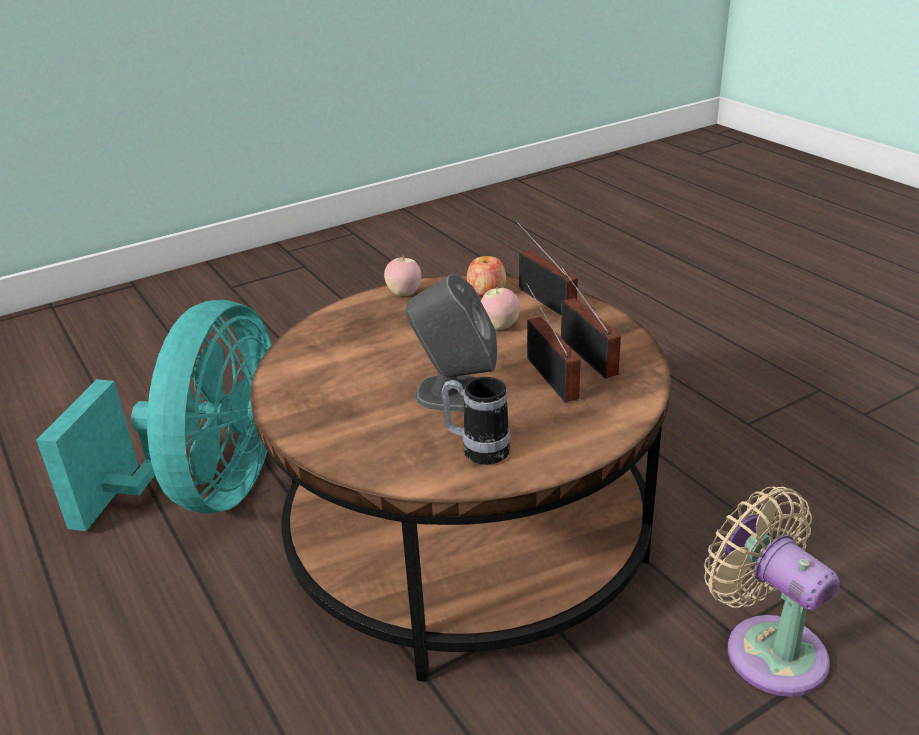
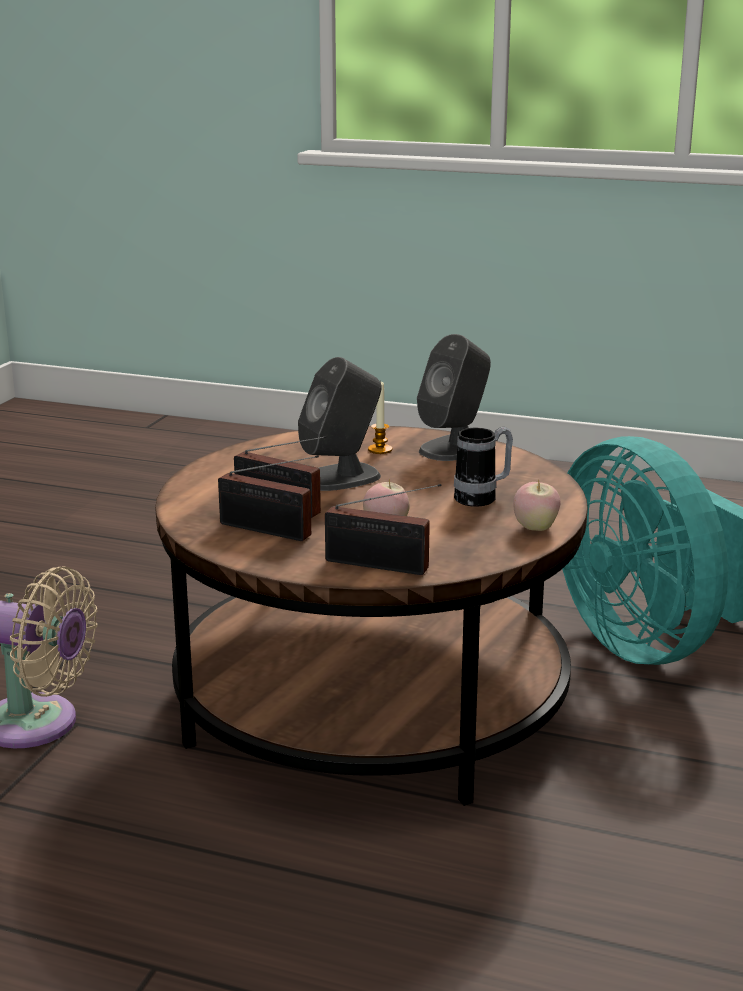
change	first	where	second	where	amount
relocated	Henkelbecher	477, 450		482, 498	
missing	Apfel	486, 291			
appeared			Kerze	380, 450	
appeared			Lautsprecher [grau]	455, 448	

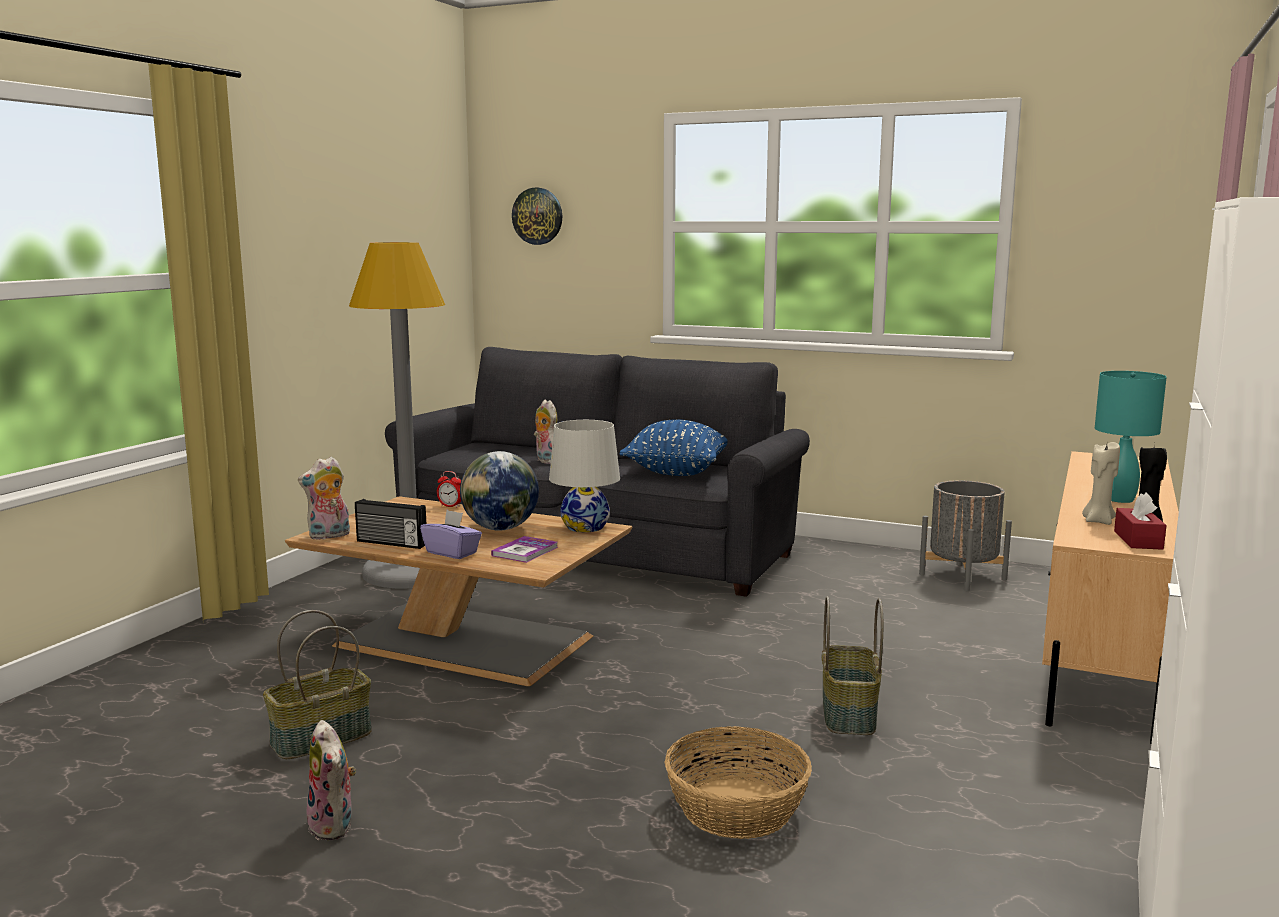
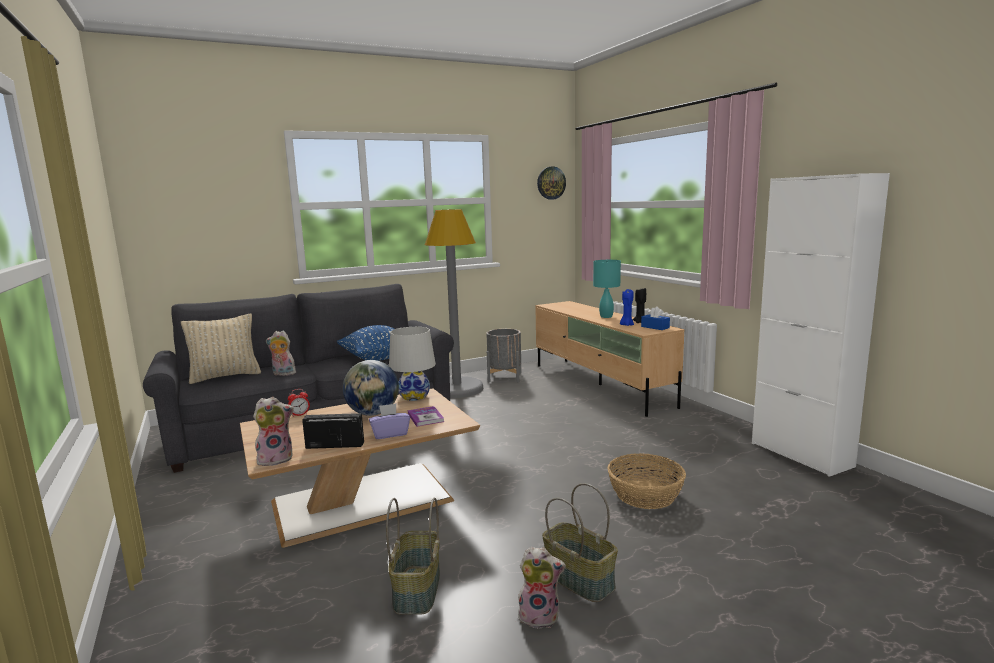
change	first	where	second	where	amount
spun	Plüschtier	329, 536		276, 459	120 degrees counterclockwise
relocated	Stehlampe [grau]	412, 572		457, 389	
spun	Radio	391, 543		335, 445	150 degrees counterclockwise
relocated	Wanduhr	537, 216		551, 183	
relocated	Korb	850, 714		580, 579	
colour	Kerze [beige]	1098, 521	Kerze [blau]	626, 325	
colour	Taschentuchbox [rot]	1138, 540	Taschentuchbox [blau]	655, 327	
appeared			Kissen [beige]	225, 376	

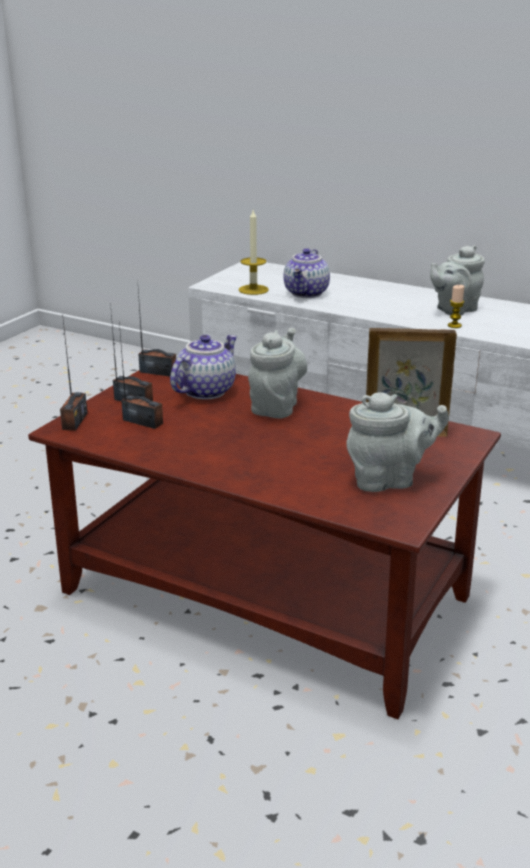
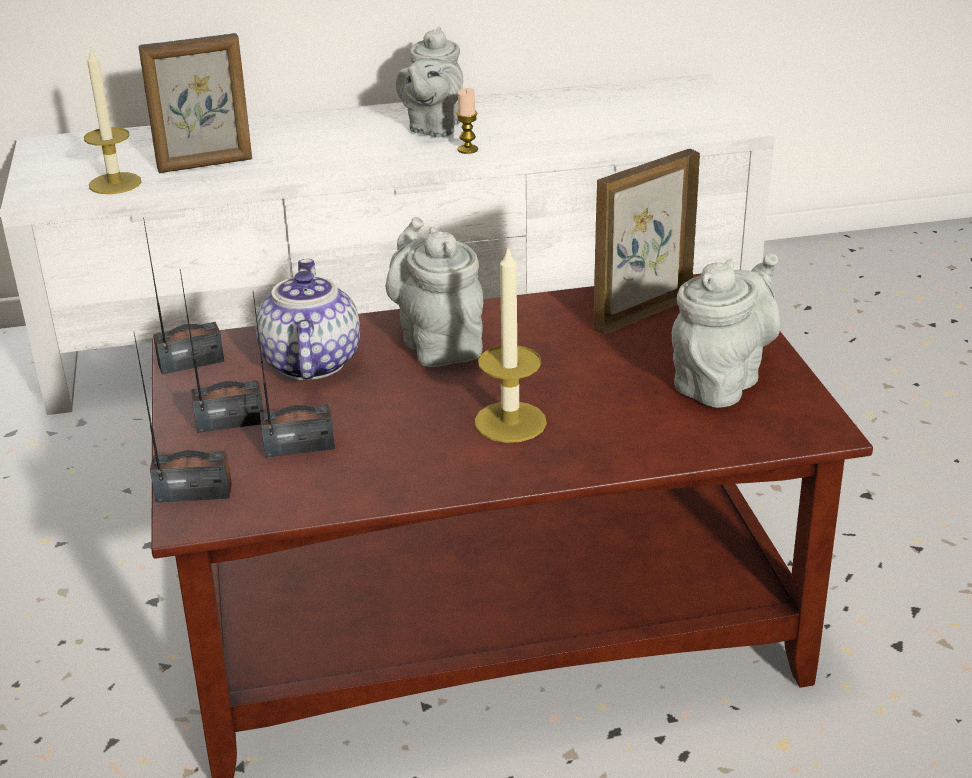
change	first	where	second	where	amount
spun	Radio	74, 421		194, 493	60 degrees counterclockwise
exchanged	Teekanne	307, 293	Bilderrahmen	205, 165	
appeared			Kerze	510, 422	

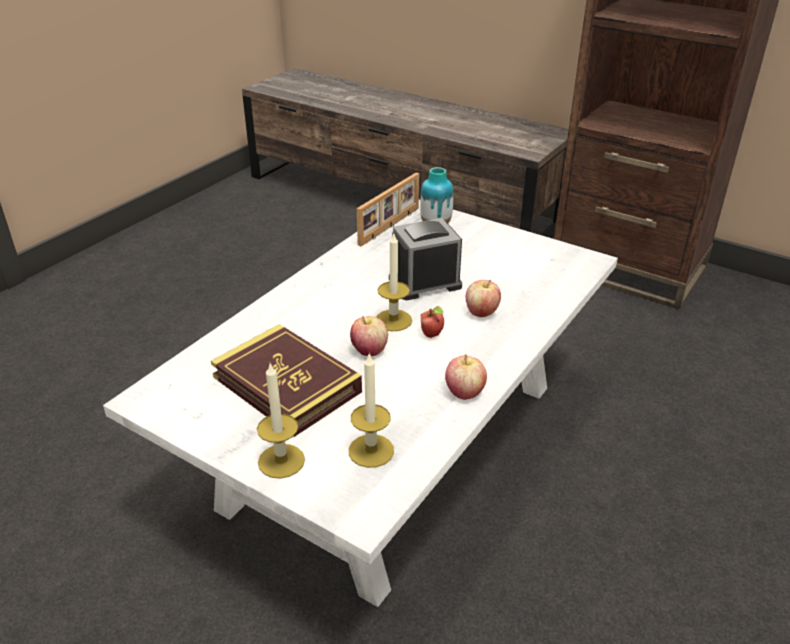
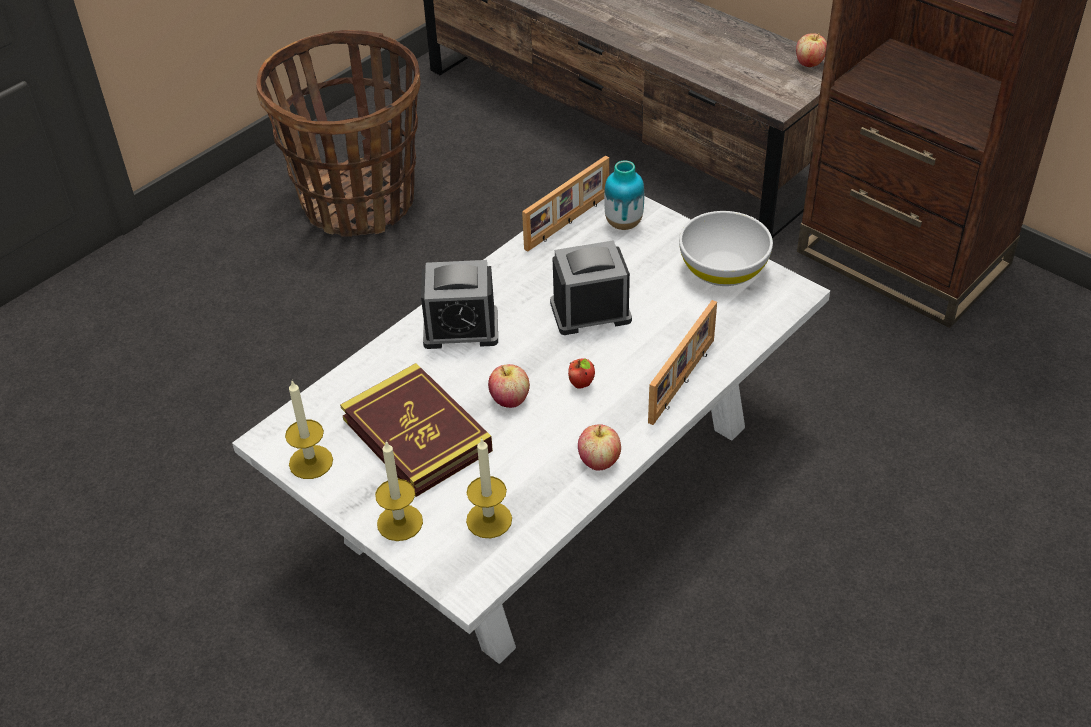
change	first	where	second	where	amount
relocated	Kerze	393, 320		311, 462	
relocated	Apfel	481, 312		809, 63	
appeared			Korb	359, 202	
appeared			Wecker	461, 328	
appeared			Bilderrahmen	683, 381	
appeared			Schüssel [weiß]	723, 269	

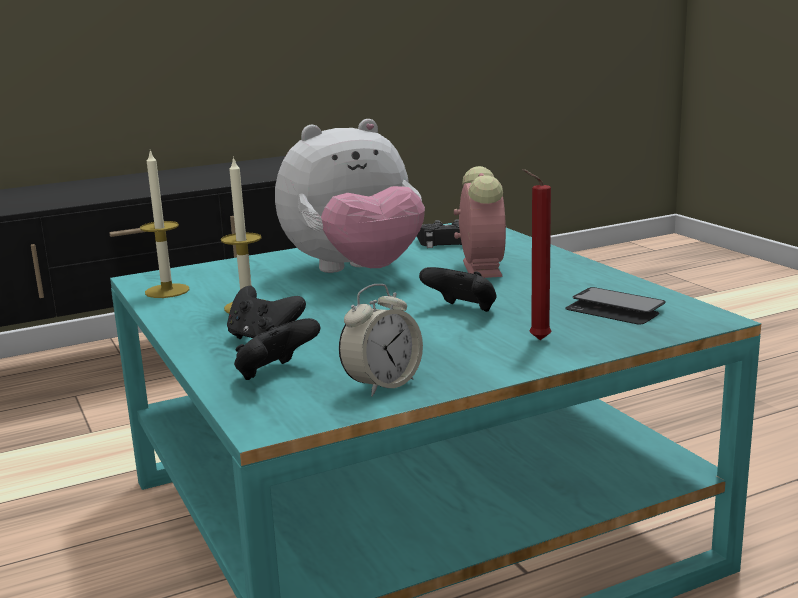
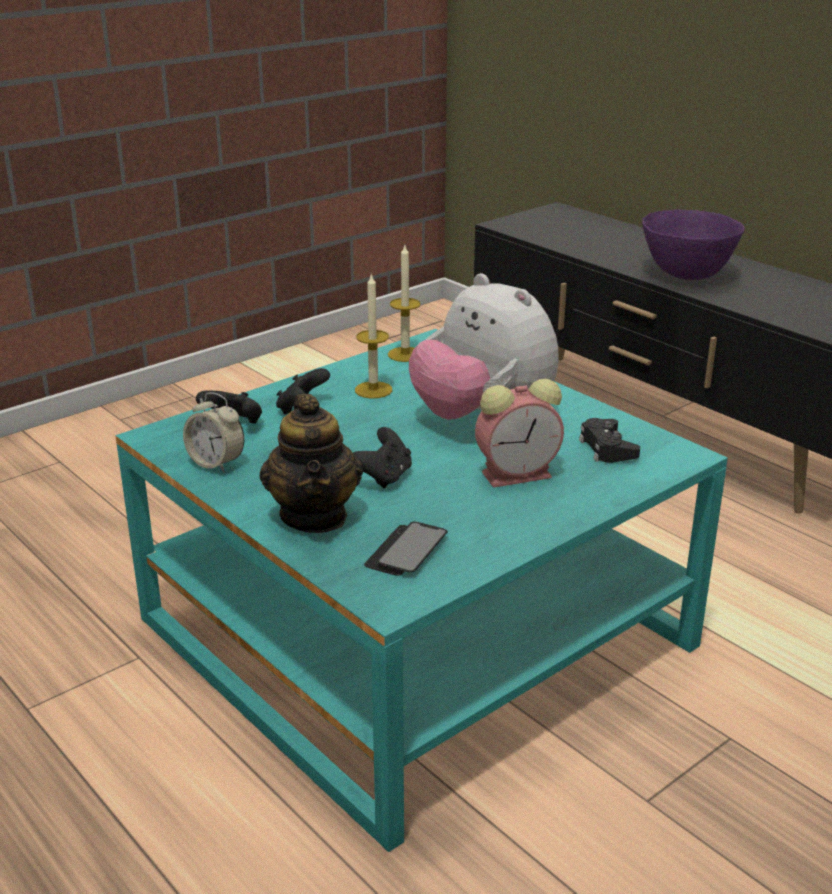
change	first	where	second	where	amount
exchanged	Kerze [rot]	536, 340	Teekanne	314, 516	
appeared			Schüssel [lila]	687, 275	

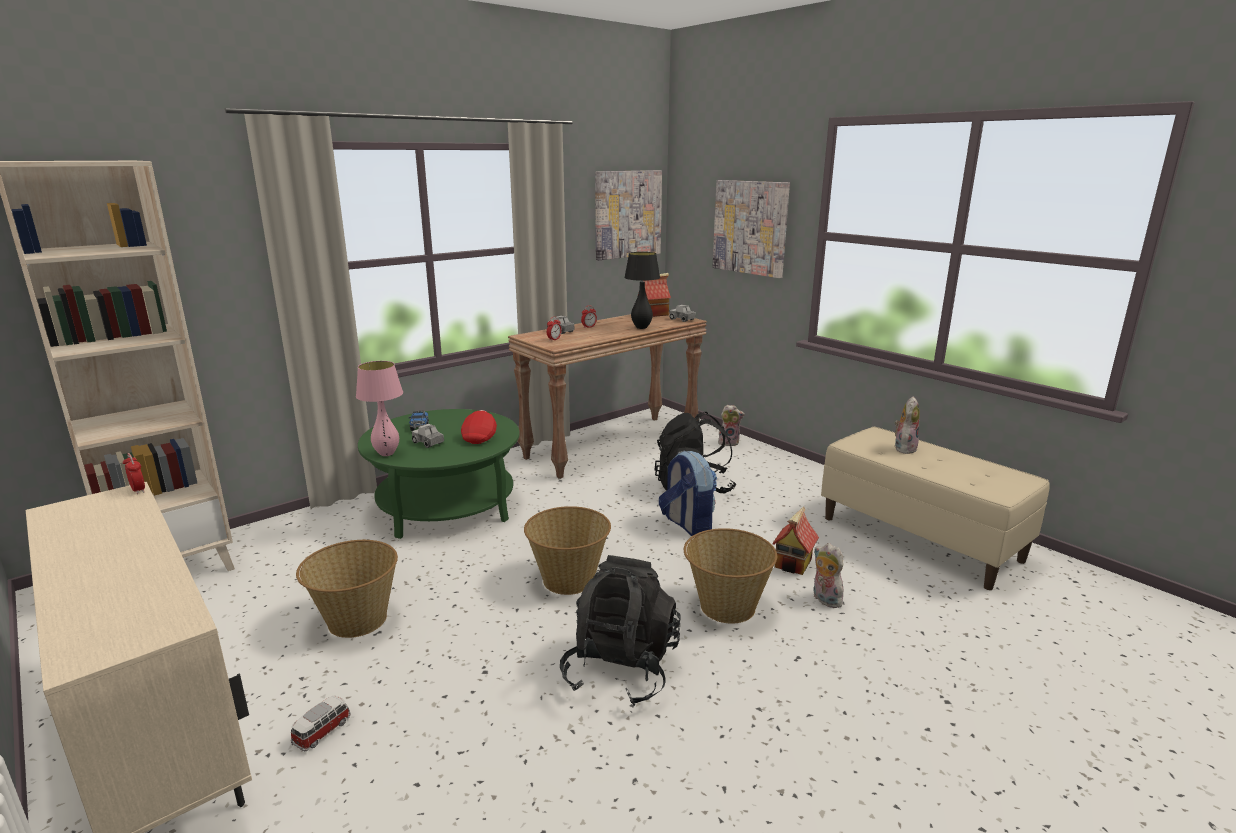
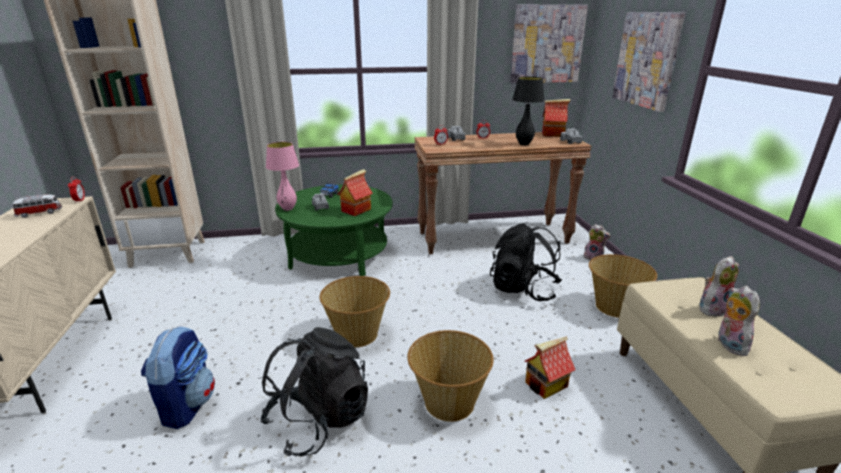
change	first	where	second	where	amount
relocated	Spielzeugauto	323, 731		40, 213	
relocated	Korb	356, 620		614, 307	
exchanged	Kappe [rot]	480, 437	Spielzeughaus	356, 210	
relocated	Rucksack	687, 524		187, 405	
relocated	Plüschtier	824, 599		728, 344	

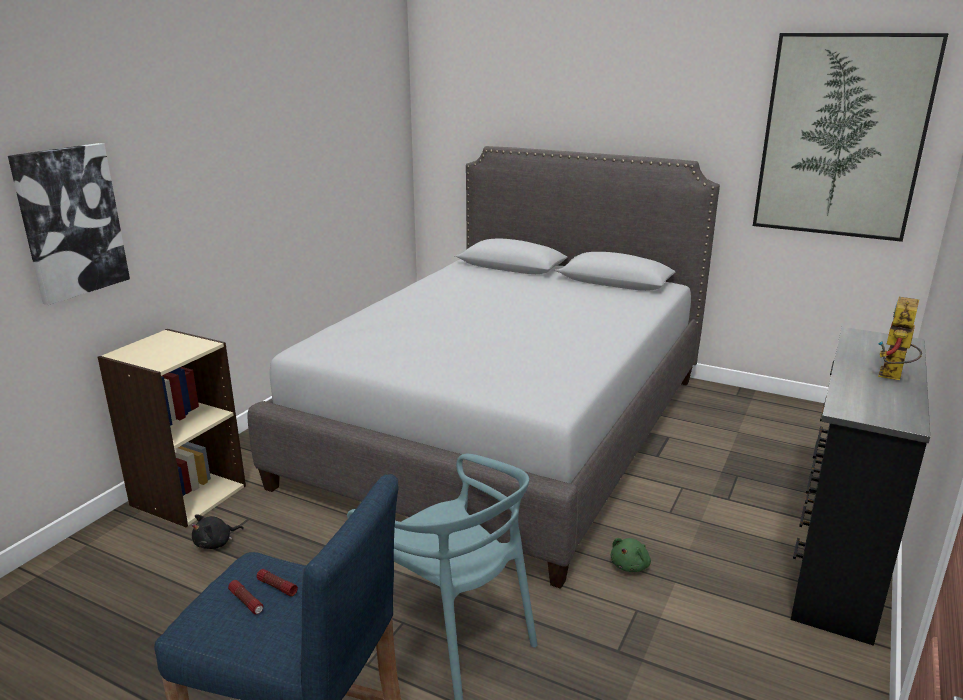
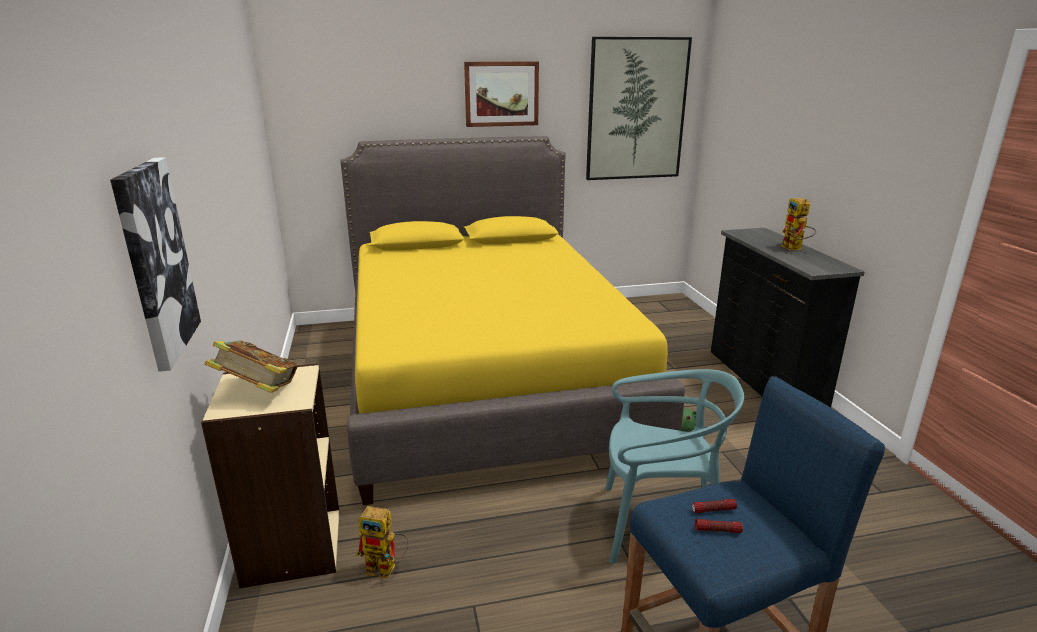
change	first	where	second	where	amount
exchanged	Plüschtier [schwarz]	215, 543	Spielzeugroboter	387, 568	
colour	Bett [grau]	506, 428	Bett [gelb]	486, 377	
appeared			Buch	258, 391	
appeared			Bild	501, 94	

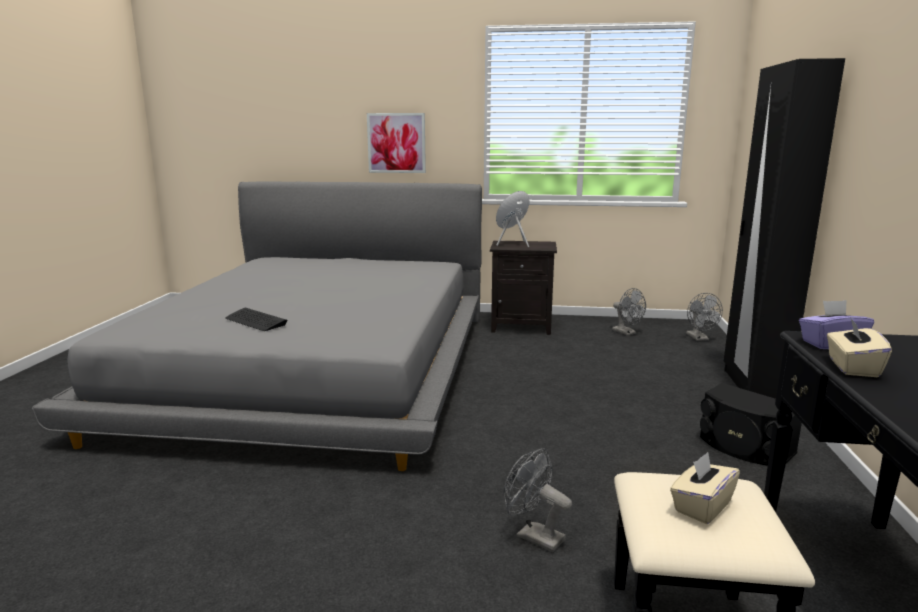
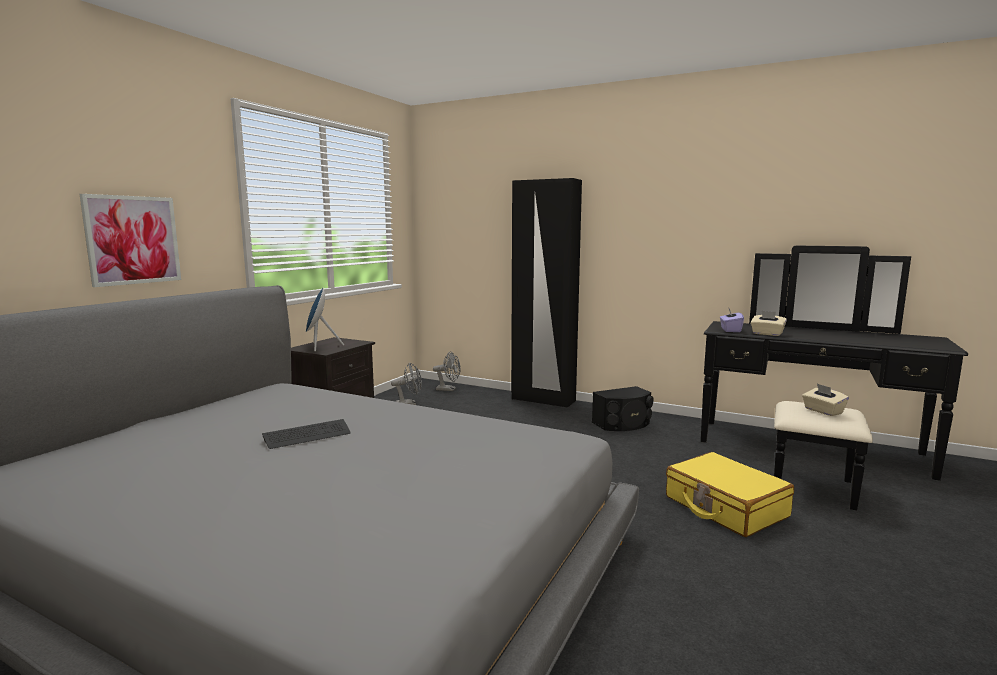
change	first	where	second	where	amount
relocated	Tastatur	255, 321		307, 436	
exchanged	Ventilator [grau]	533, 536	Koffer [gelb]	725, 507	

